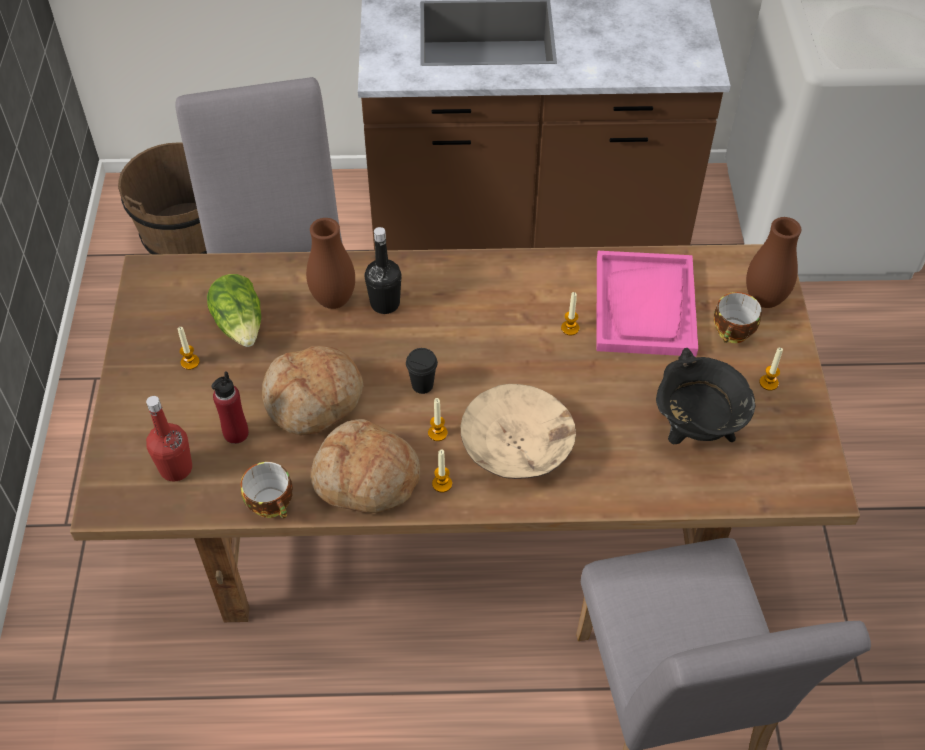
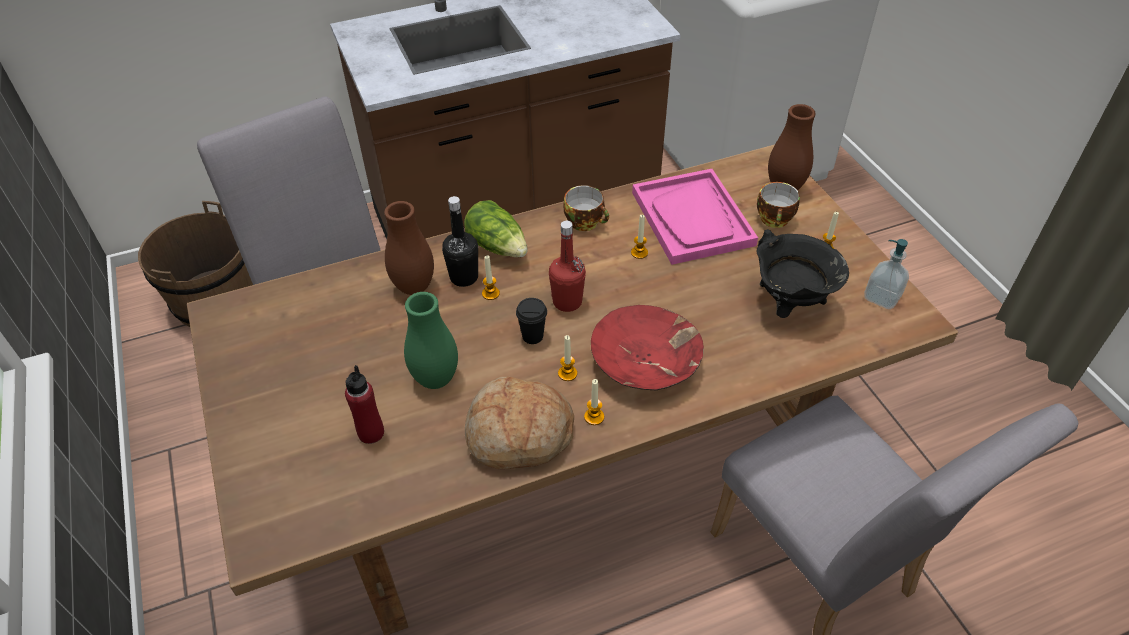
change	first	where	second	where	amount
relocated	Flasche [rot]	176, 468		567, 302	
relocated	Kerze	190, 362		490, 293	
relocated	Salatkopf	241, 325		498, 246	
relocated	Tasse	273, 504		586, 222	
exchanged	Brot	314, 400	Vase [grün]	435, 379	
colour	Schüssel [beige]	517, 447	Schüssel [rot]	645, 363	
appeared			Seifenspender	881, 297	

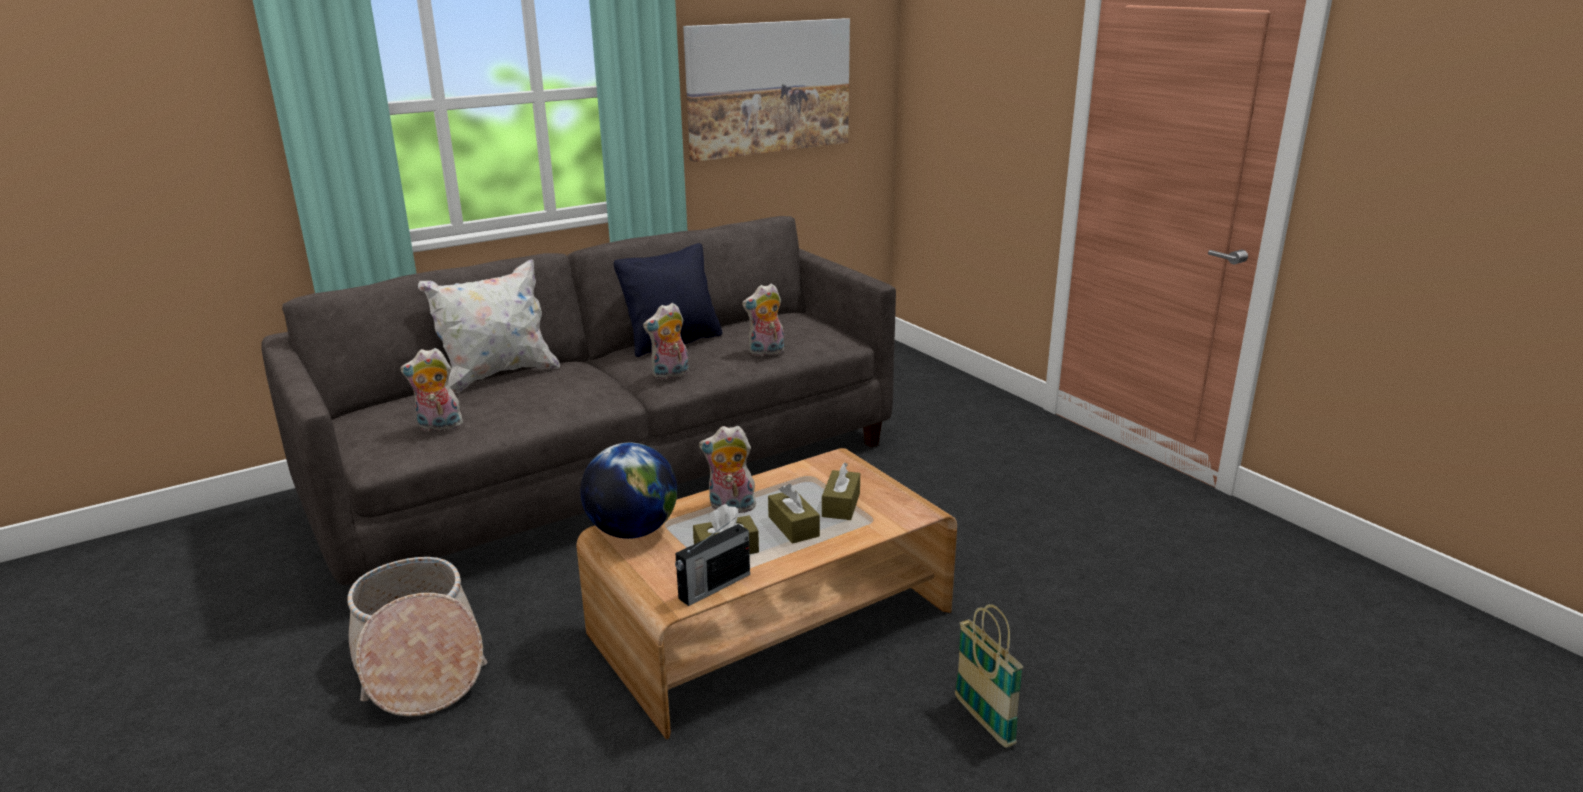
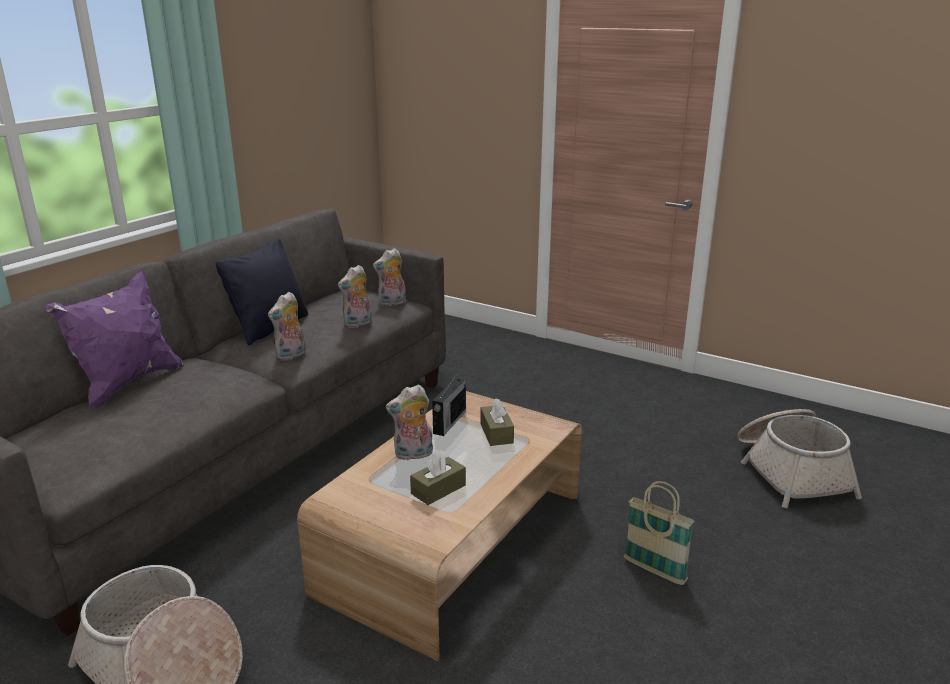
change	first	where	second	where	amount
relocated	Plüschtier	438, 427		392, 303	
colour	Kissen [weiß]	498, 375	Kissen [lila]	128, 383	
missing	Globus	632, 531			
relocated	Radio	713, 587		449, 422	
missing	Bild	768, 87			
missing	Taschentuchbox [braun]	793, 526			
appeared			Korb	790, 472	

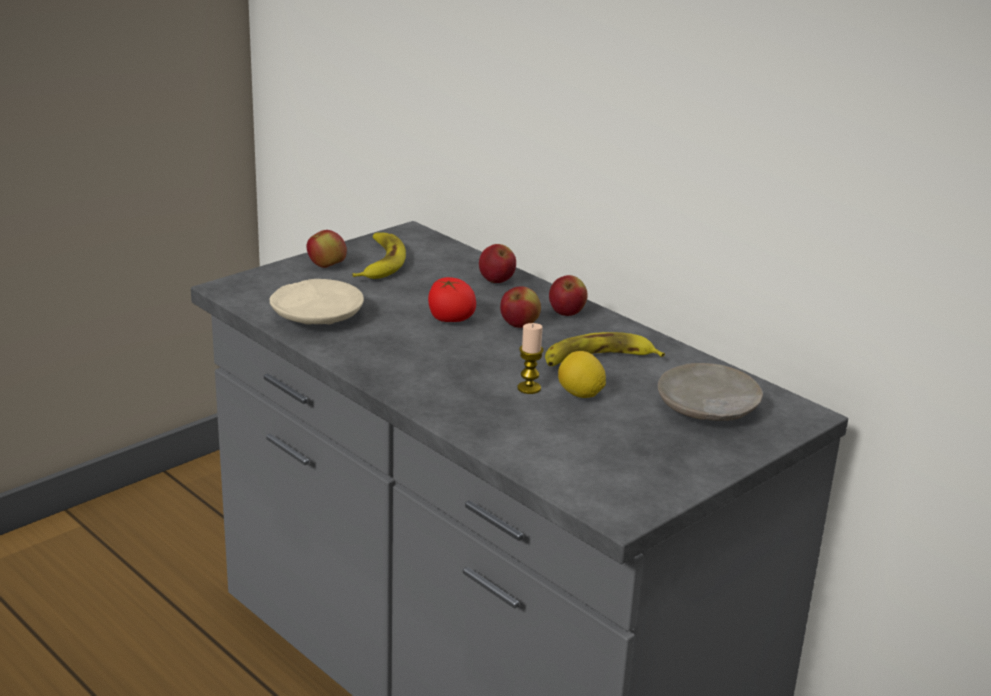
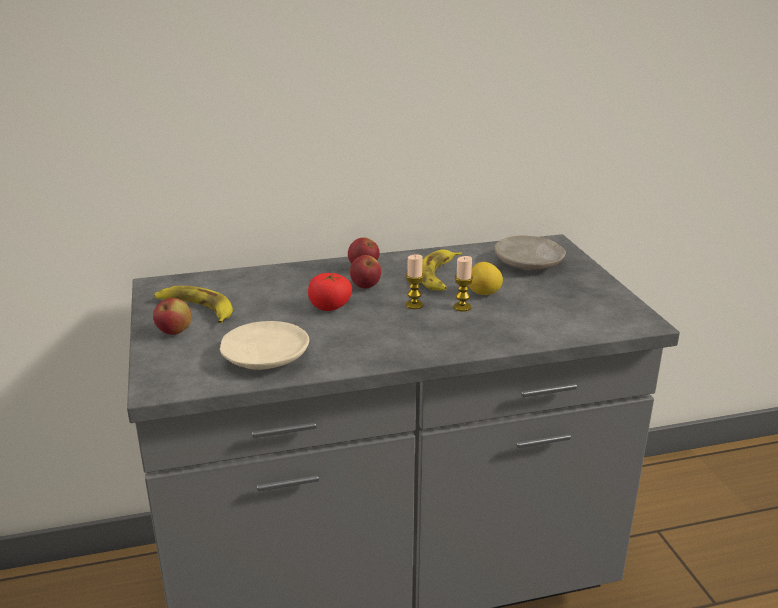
change	first	where	second	where	amount
missing	Apfel	496, 281			
appeared			Kerze	414, 305	

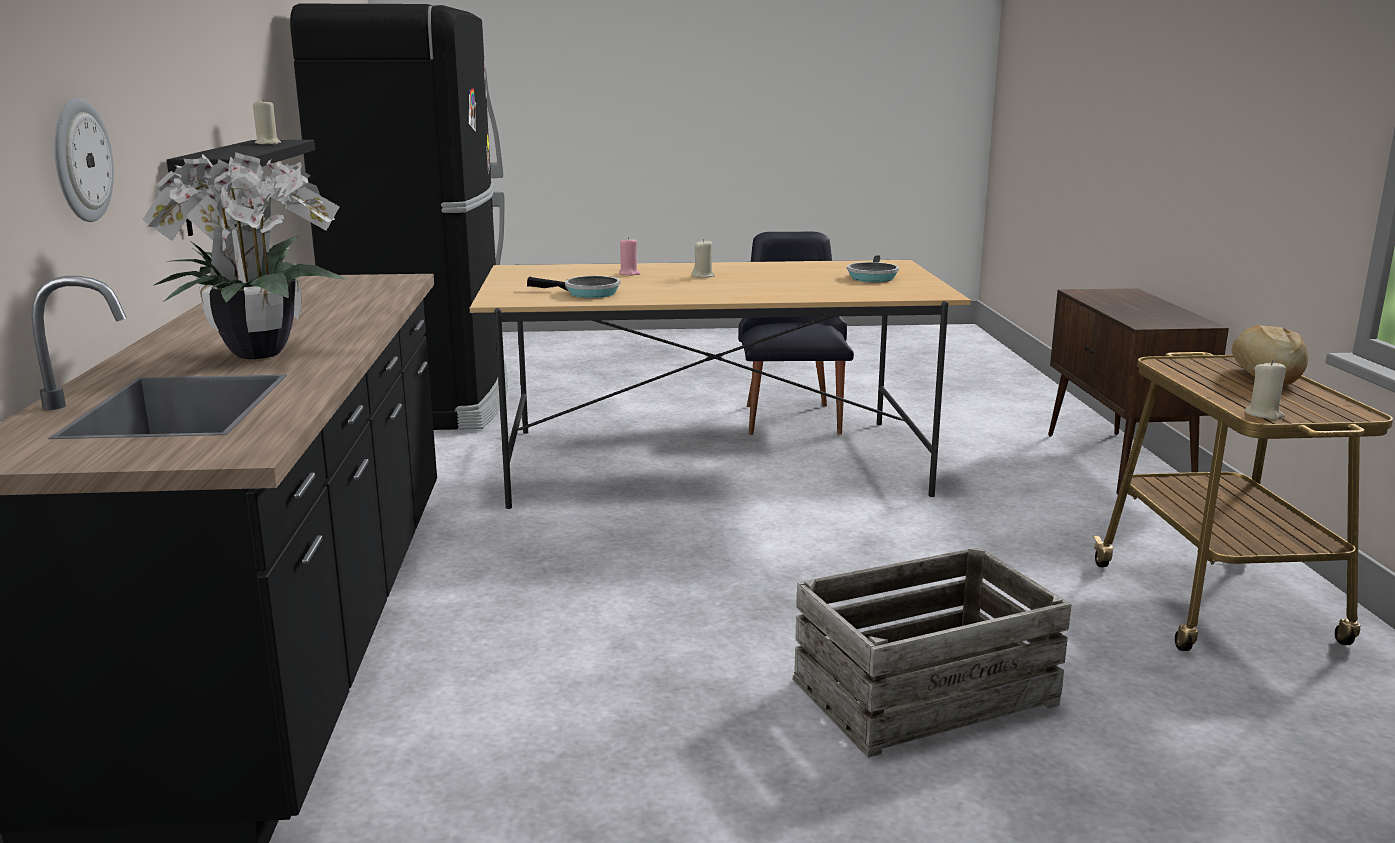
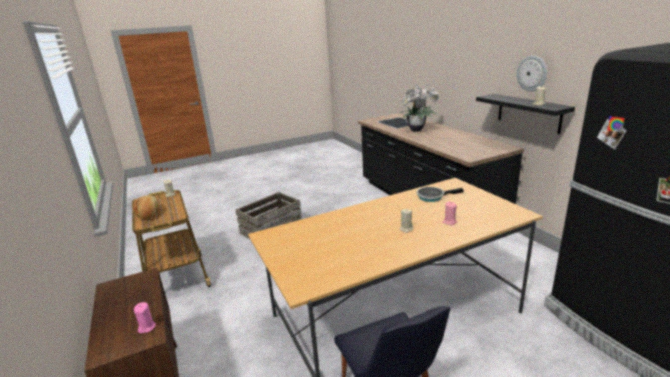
change	first	where	second	where	amount
relocated	Wanduhr	80, 160		532, 73	
missing	Pfanne	872, 277			
appeared			Kerze [rosa]	147, 327	

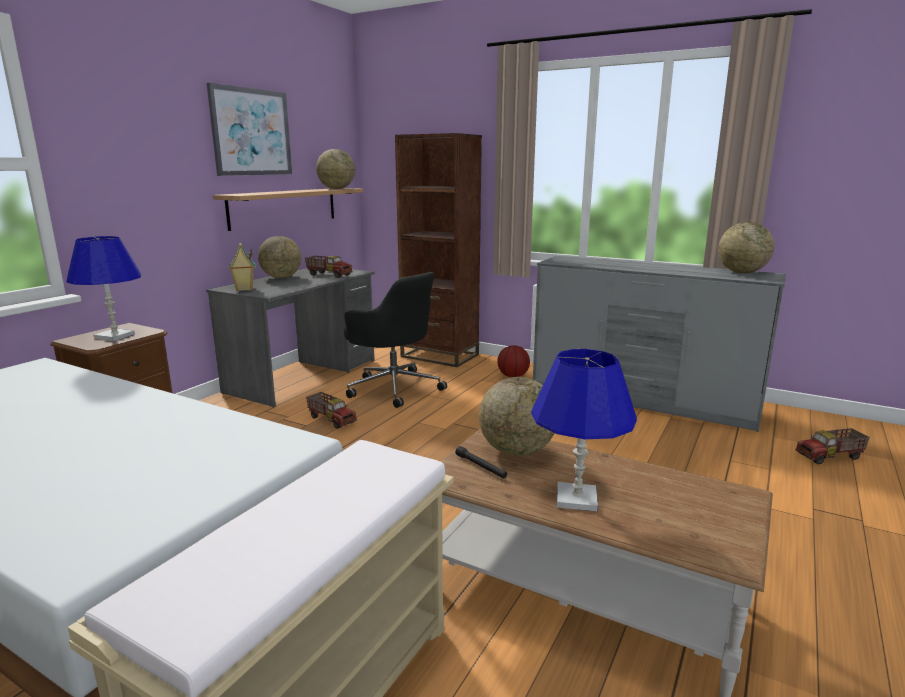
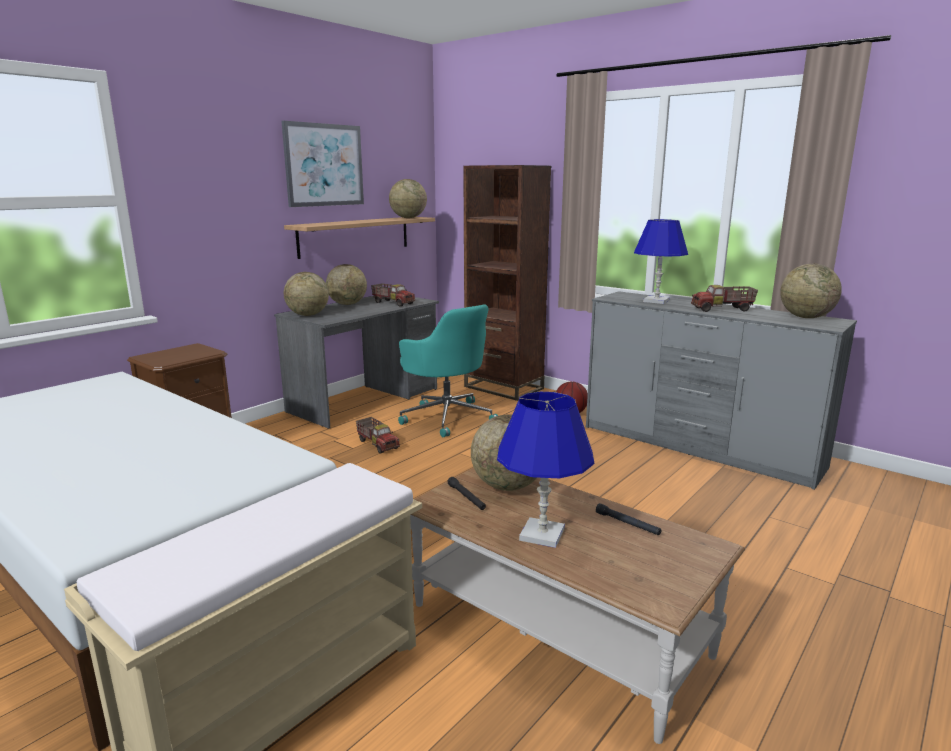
change	first	where	second	where	amount
relocated	Tischlampe [blau]	115, 336		656, 301	
exchanged	Spielzeughaus	244, 289	Globus	307, 315	
colour	Bürostuhl [schwarz]	394, 387	Bürostuhl [türkis]	447, 417	
relocated	Spielzeuglaster	830, 457		723, 309	
appeared			Taschenlampe [schwarz]	627, 524	

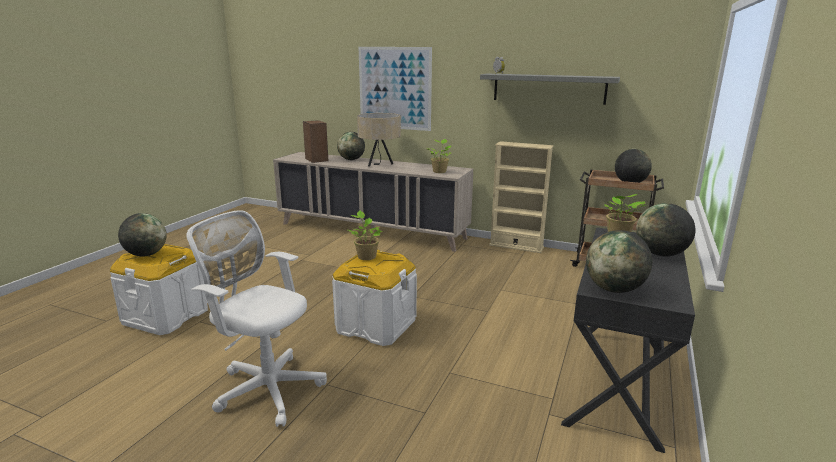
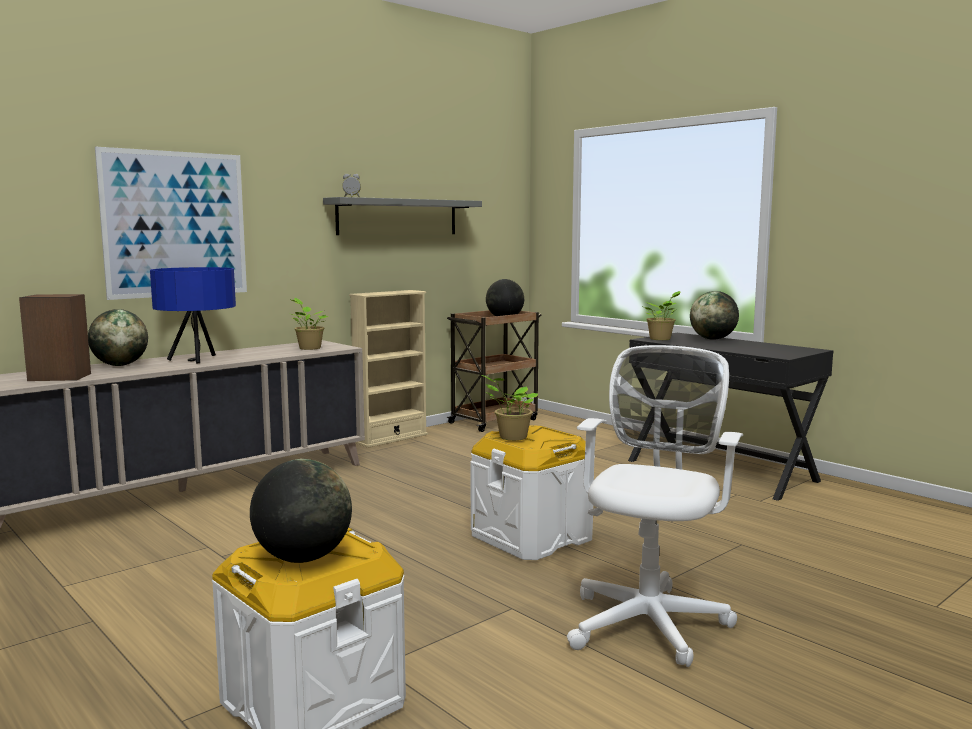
change	first	where	second	where	amount
spun	Bürostuhl [weiß]	266, 387		649, 621	150 degrees clockwise
colour	Tischlampe [beige]	379, 164	Tischlampe [blau]	198, 359	
missing	Globus	614, 289			

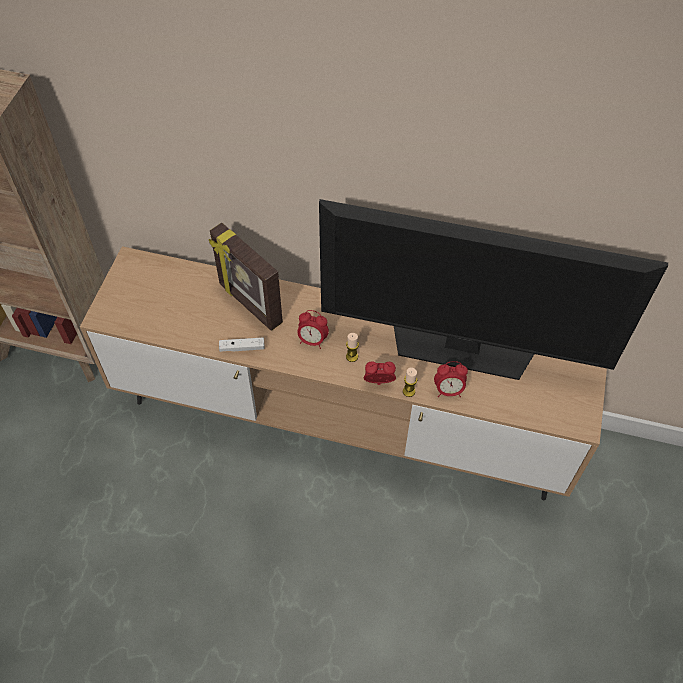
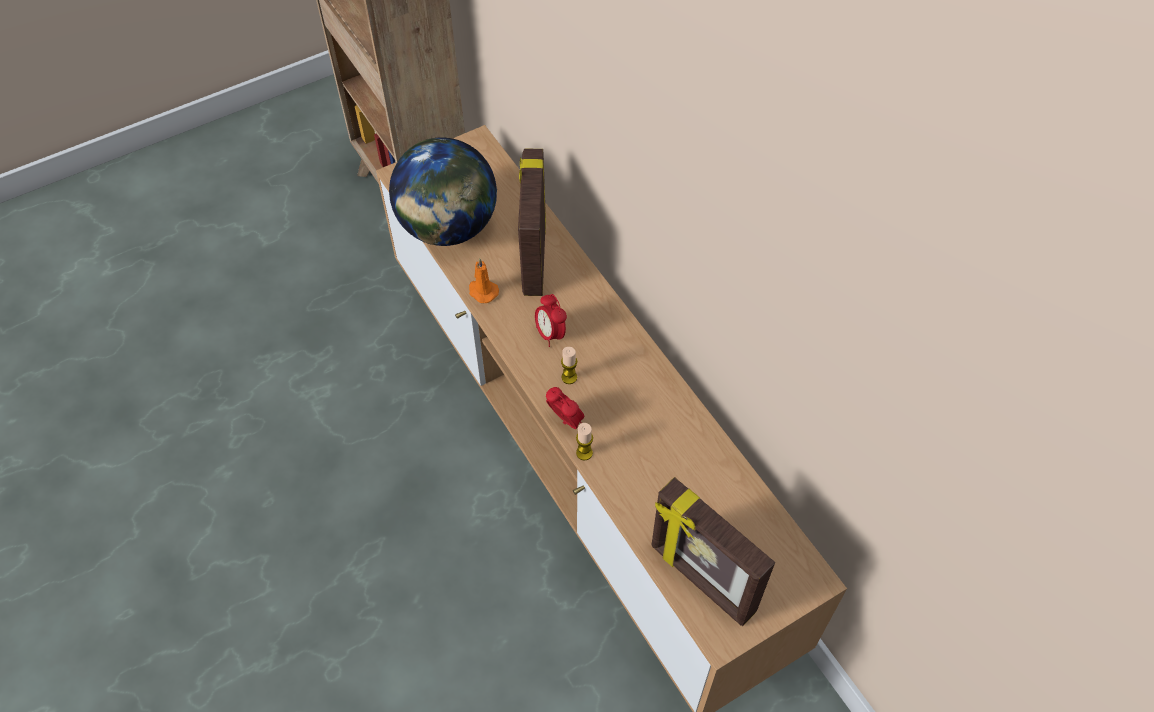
change	first	where	second	where	amount
exchanged	Gamepad [weiß]	242, 348	Kerze [orange]	482, 291	
missing	Fernseher	462, 346			
missing	Wecker	448, 391			
appeared			Globus	448, 228	
appeared			Bilderrahmen	701, 580	

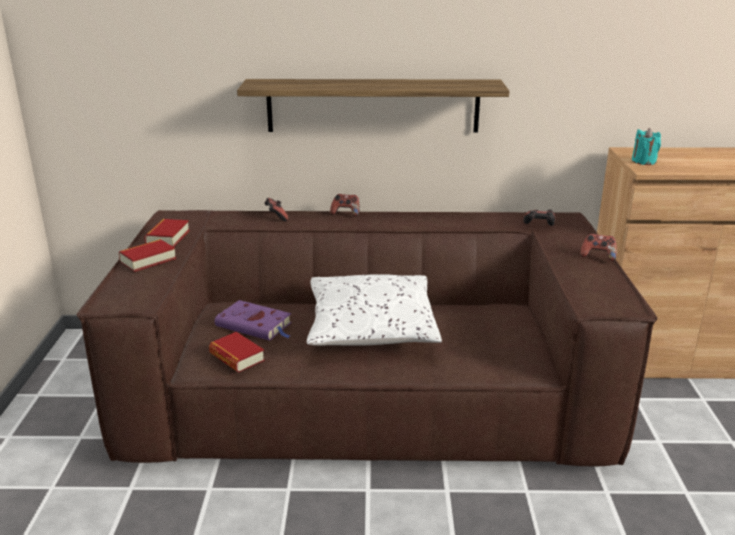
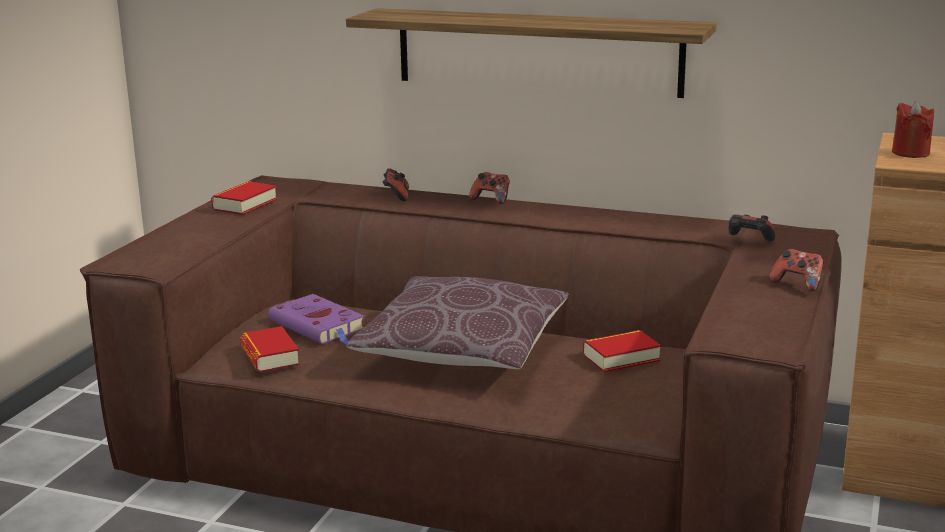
change	first	where	second	where	amount
relocated	Buch	148, 260		621, 358	
colour	Kissen [weiß]	371, 328	Kissen [braun]	463, 349	
colour	Kerze [türkis]	644, 161	Kerze [rot]	910, 153	

